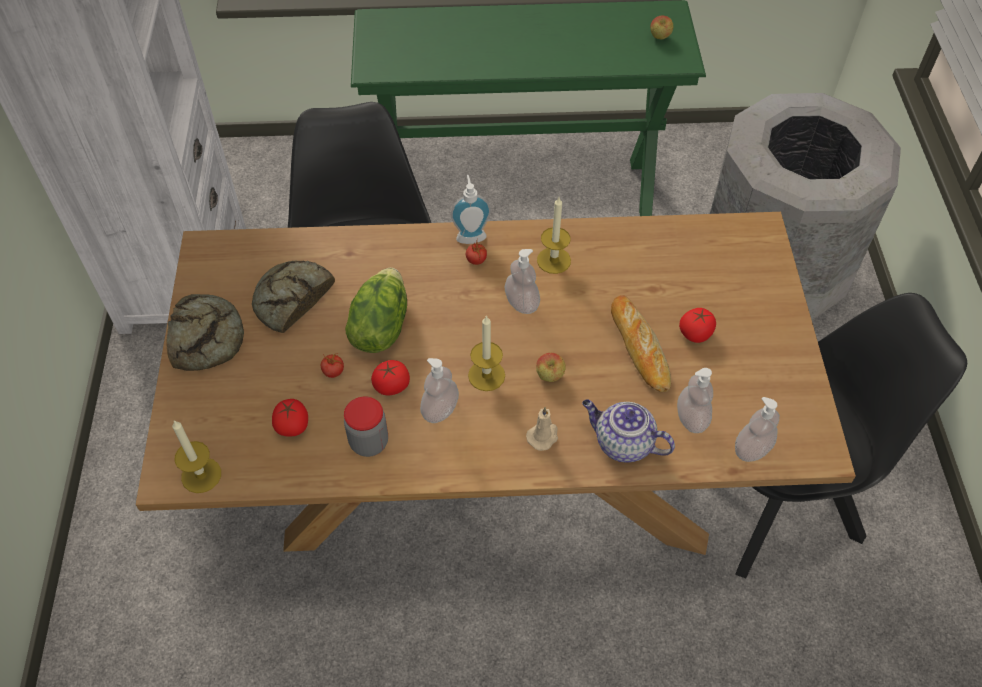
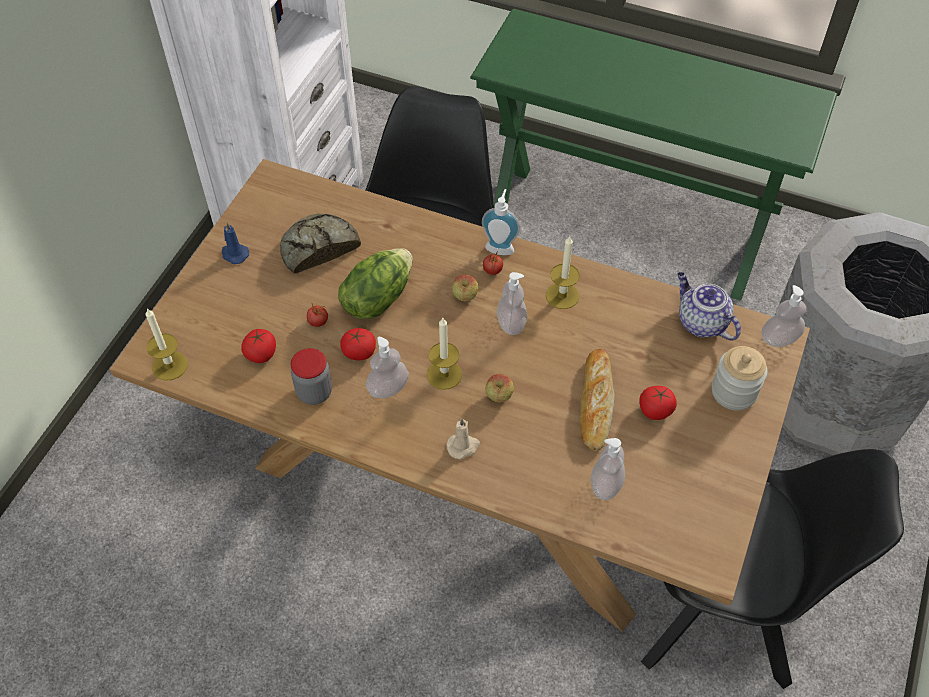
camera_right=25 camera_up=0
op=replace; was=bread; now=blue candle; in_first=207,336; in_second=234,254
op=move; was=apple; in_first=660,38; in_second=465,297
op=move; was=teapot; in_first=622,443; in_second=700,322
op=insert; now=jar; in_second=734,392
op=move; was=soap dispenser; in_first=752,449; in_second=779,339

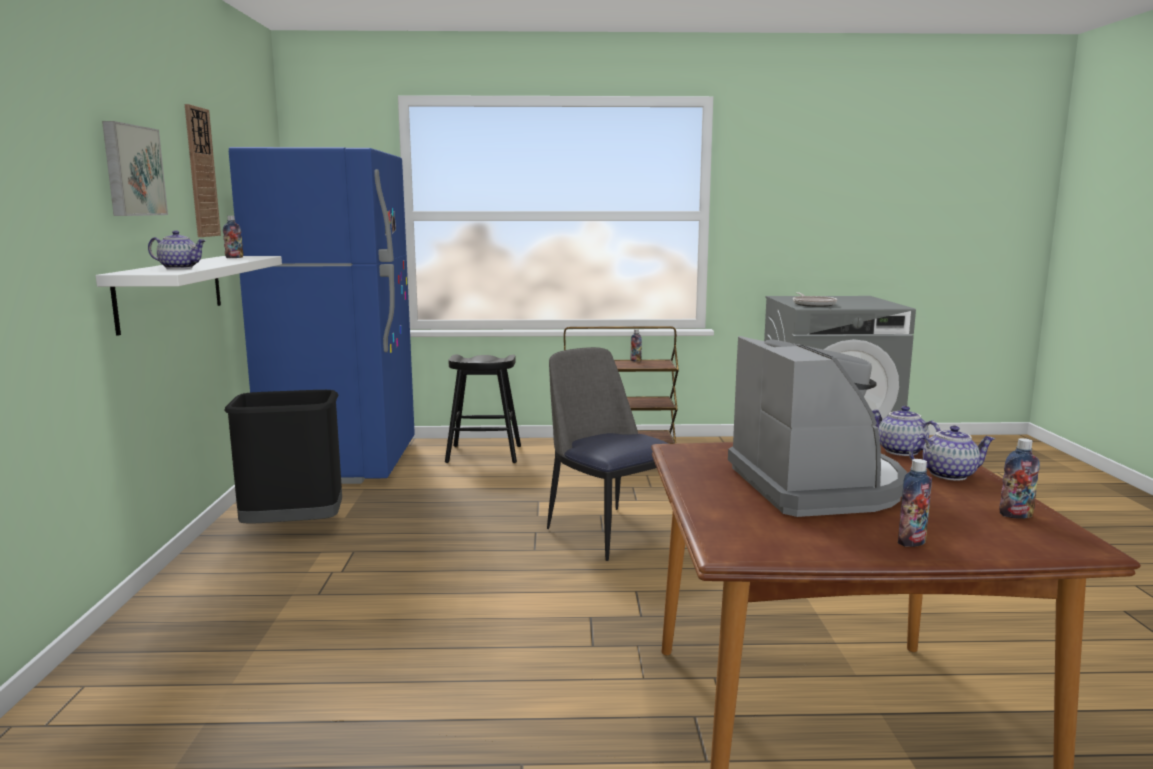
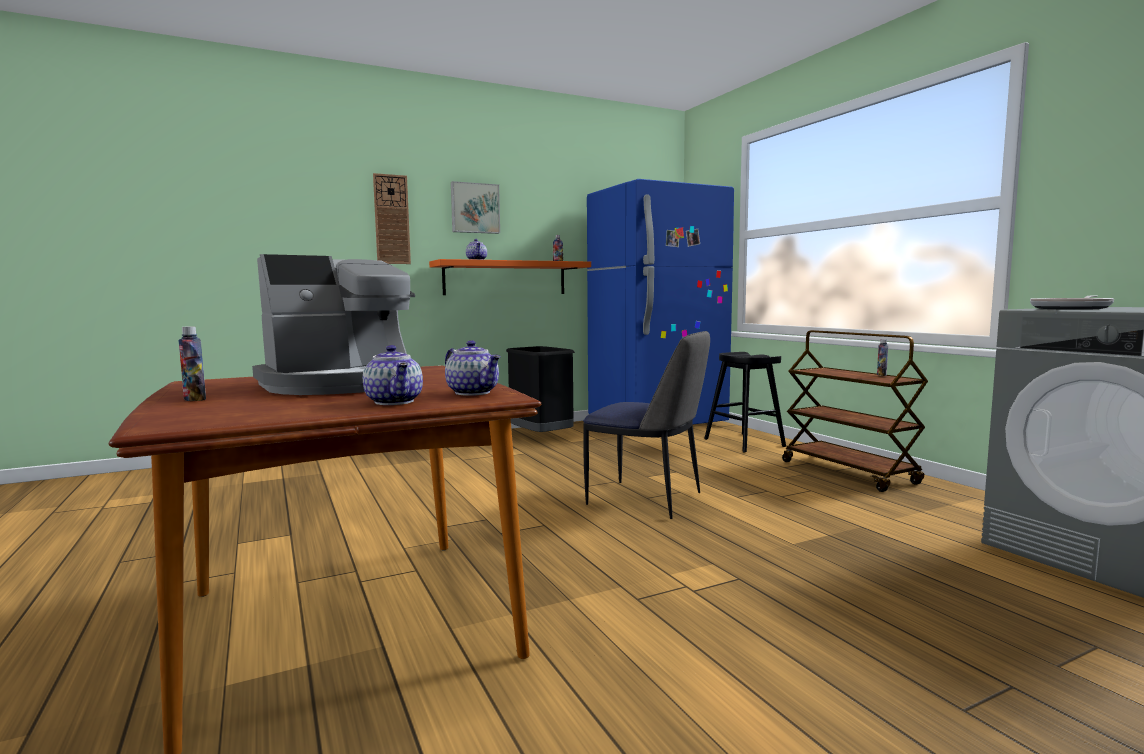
camera_right=65 camera_up=-5
op=move; was=wall clock; in_first=201,172; in_second=391,219
op=recolor; was=white shelf; now=orange shelf; in_first=171,291; in_second=505,278
op=rotate; was=teapot; in_first=900,451; in_second=474,392; clockwise=105
op=rotate; was=chair; in_first=608,532; in_second=647,499; clockwise=90
op=delete; was=bottle; in_first=1015,515

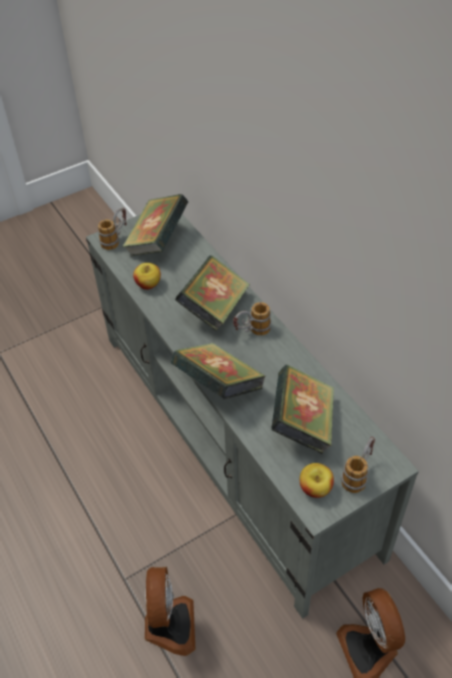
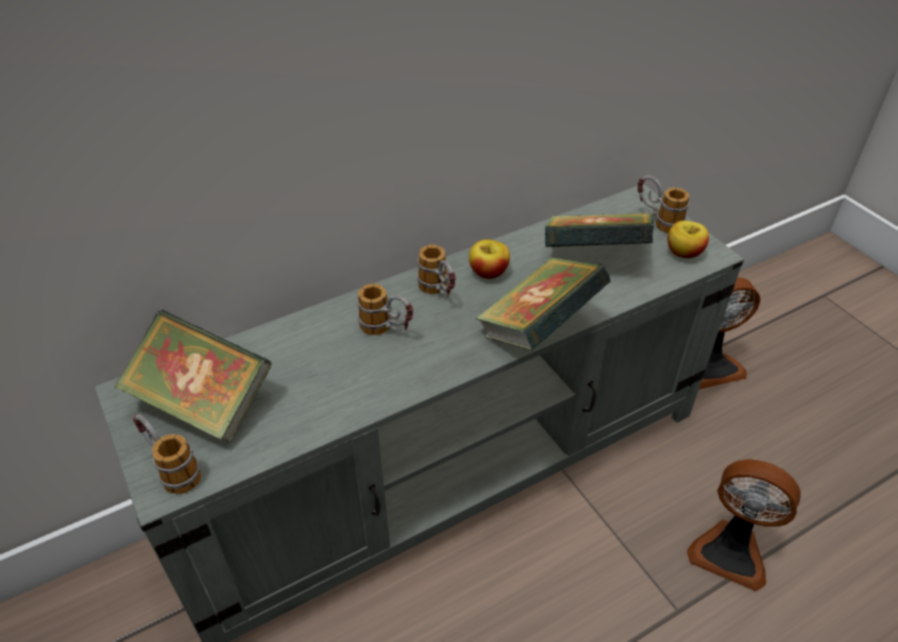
camera_right=-90 camera_up=-5
op=replace; was=book; now=mug; in_first=214,309; in_second=387,330
op=move; was=apple; in_first=148,284; in_second=488,272
op=rotate; was=fan; in_first=169,626; in_second=730,551; clockwise=-150

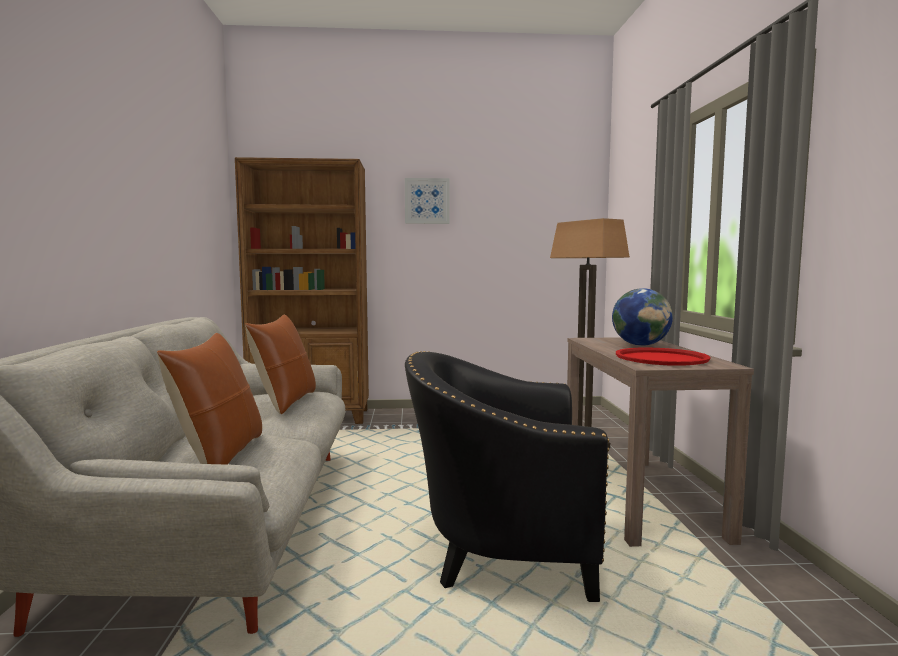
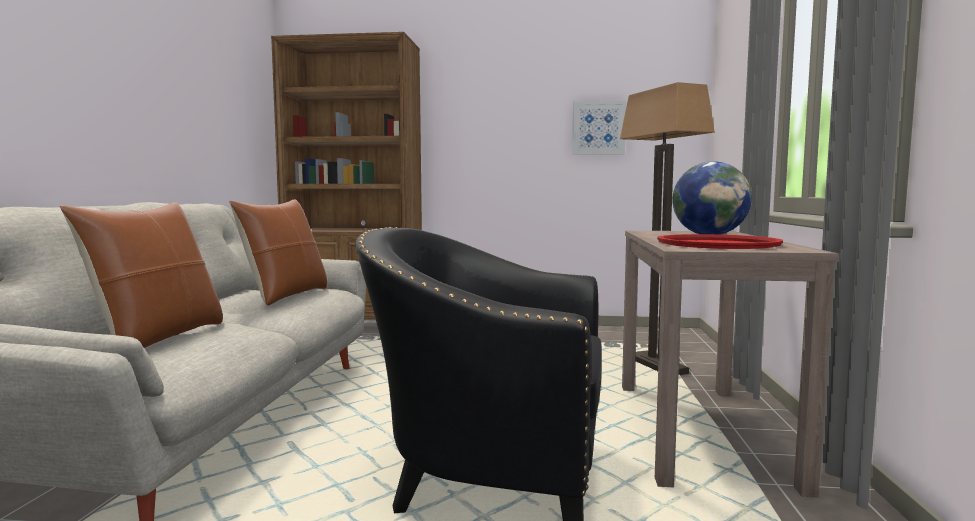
camera_right=10 camera_up=0
op=move; was=picture; in_first=427,201; in_second=598,128

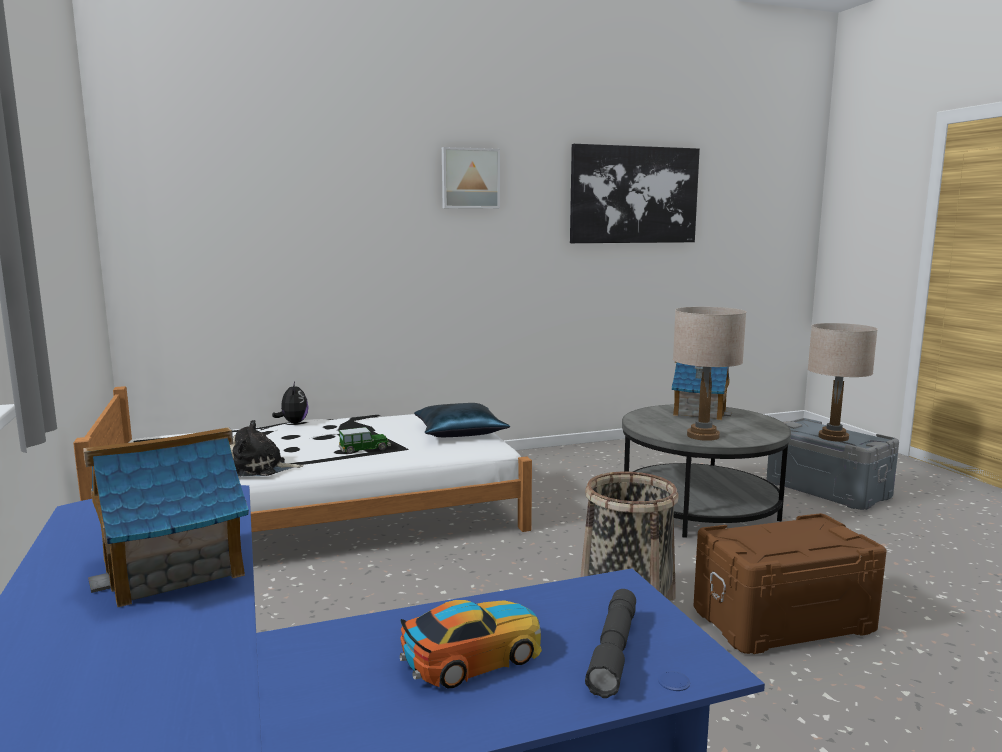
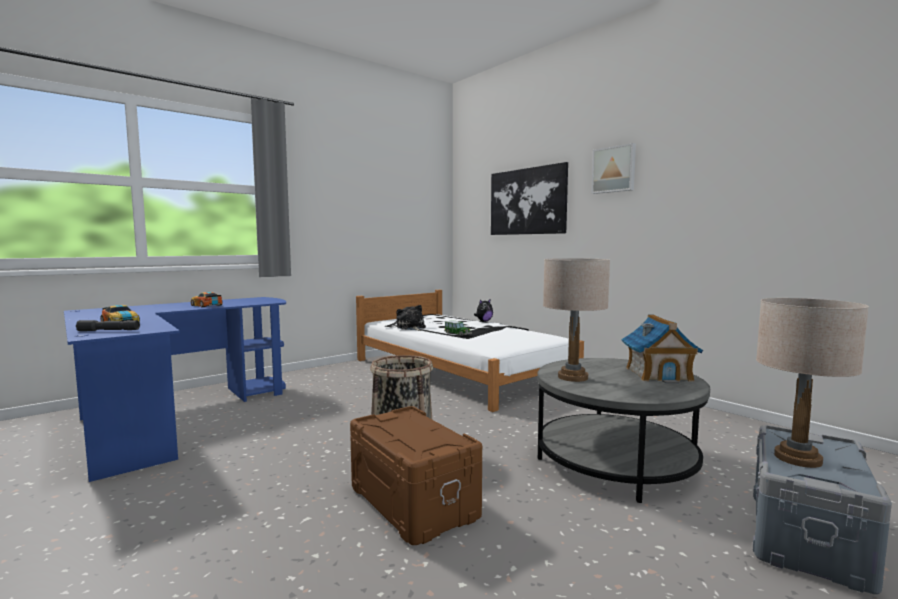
camera_right=70 camera_up=-5
op=replace; was=toy house; now=toy car; in_first=174,567; in_second=206,305
op=move; was=picture; in_first=634,195; in_second=527,201
op=delete; was=blue pillow; in_first=460,432

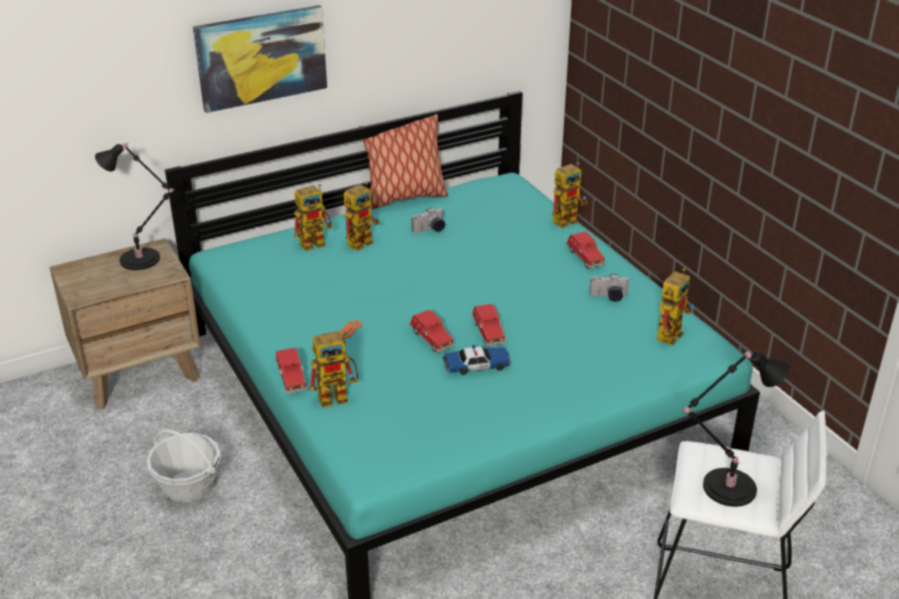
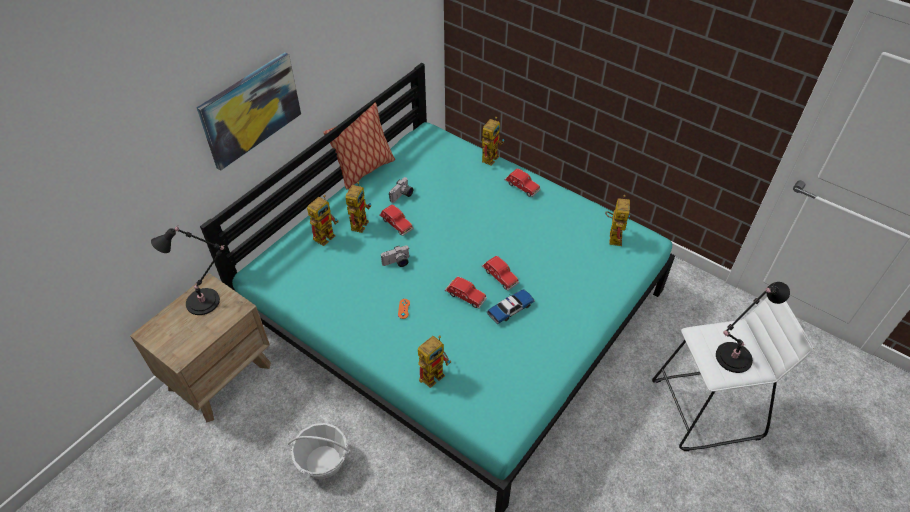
camera_right=-25 camera_up=15
op=move; was=red toy car; in_first=291,378; in_second=396,224
op=move; was=photo camera; in_first=608,297; in_second=397,263

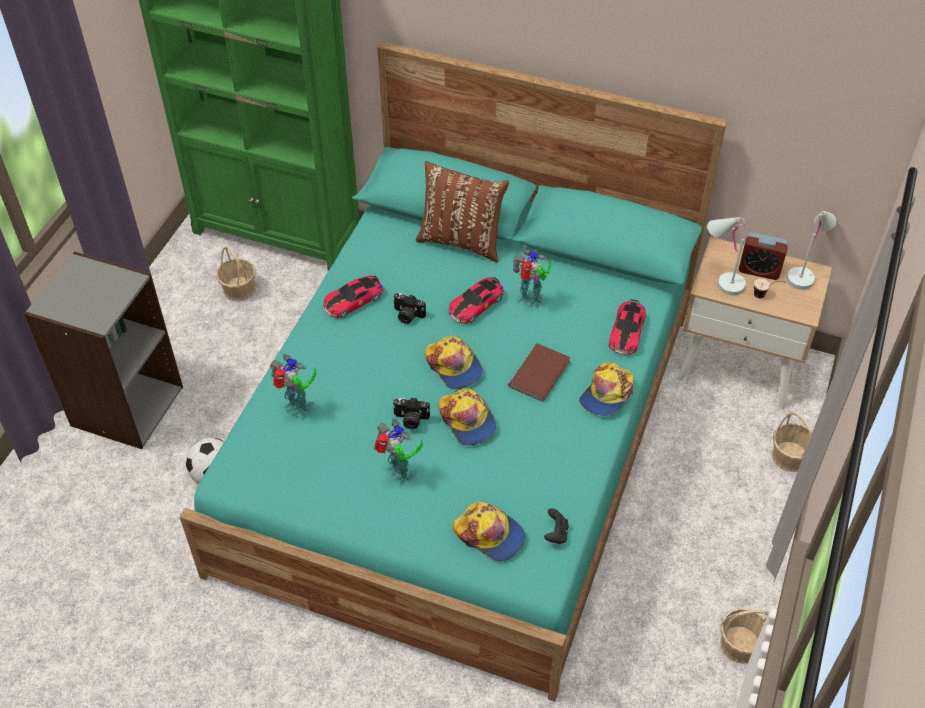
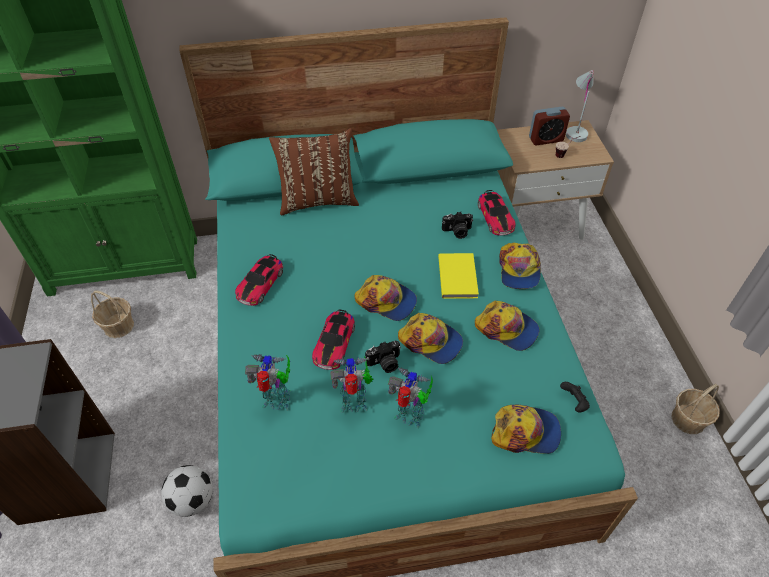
camera_right=-30 camera_up=0
op=move; was=toy car; in_first=476,304; in_second=334,343
op=move; was=toy robot; in_first=530,302; in_second=355,405
op=recolor; was=brown book; now=yellow book; in_first=541,374; in_second=459,276
op=move; was=photo camera; in_first=407,315; in_second=457,232
op=insert; now=cap; in_second=507,329
op=delete; was=white table lamp; in_first=721,278
op=delete; was=basket; in_first=789,457

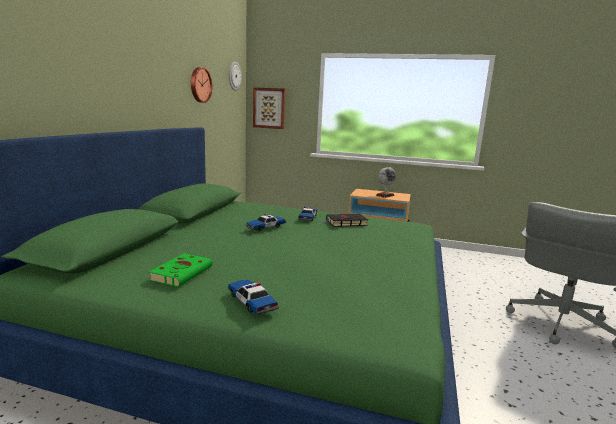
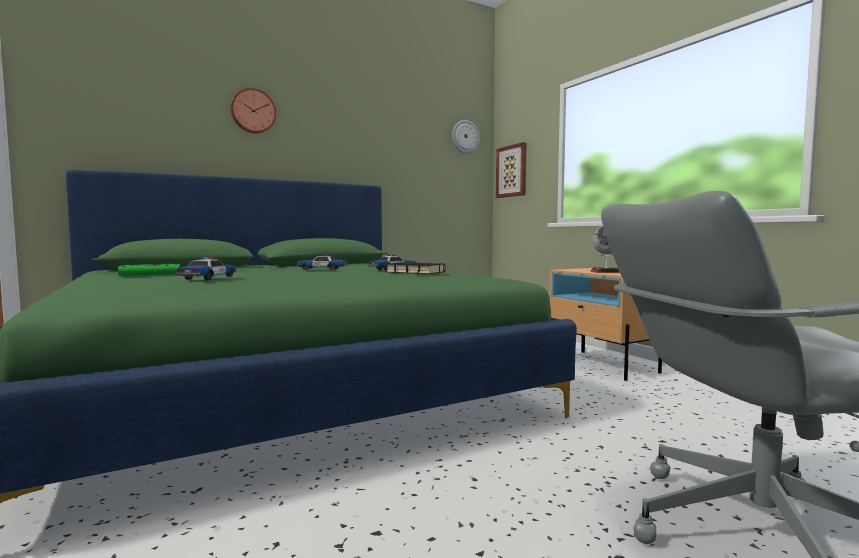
camera_right=45 camera_up=-10
op=move; was=toy car; in_first=251,302; in_second=208,278
op=move; was=wall clock; in_first=200,85; in_second=253,111

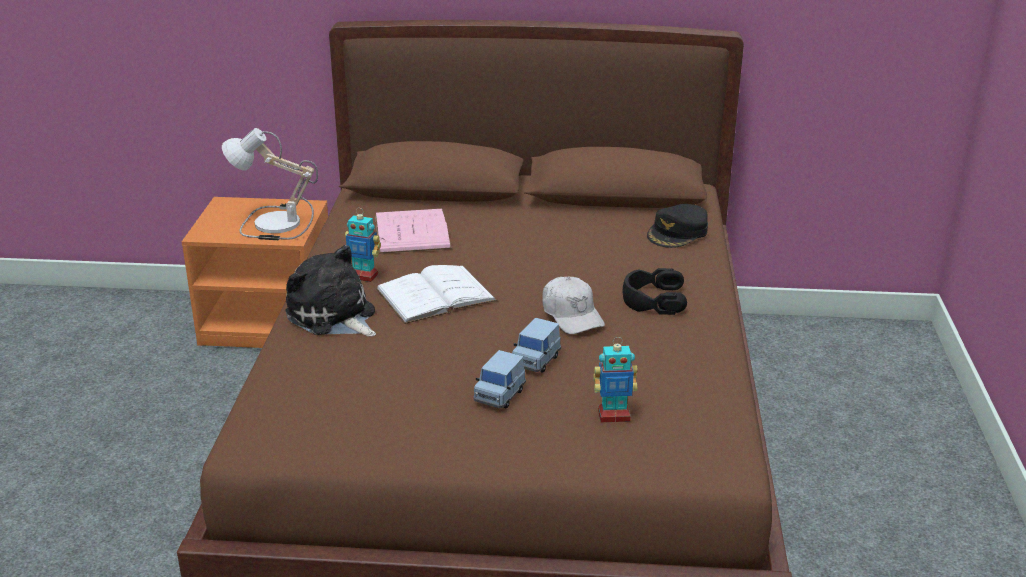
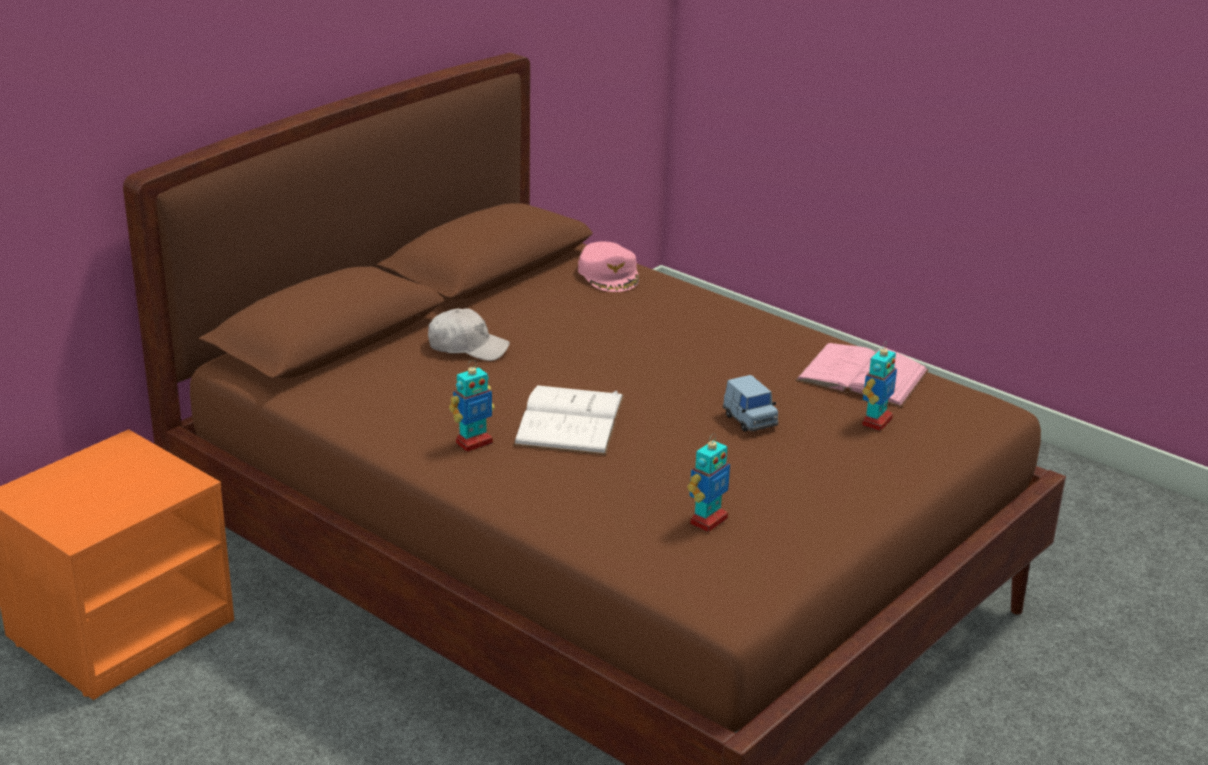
camera_right=-55 camera_up=0
op=move; was=white cap; in_first=572,315; in_second=467,347
op=recolor; was=black cap; now=pink cap; in_first=678,233; in_second=609,274
op=insert; now=toy robot; in_second=708,521
op=move; was=pink book; in_first=412,231; in_second=862,375
op=delete; was=table lamp; in_first=273,225
op=delete; was=plush toy; in_first=333,316
op=delete; was=blue toy car; in_first=499,395
op=delete; was=black headphones; in_first=653,300

